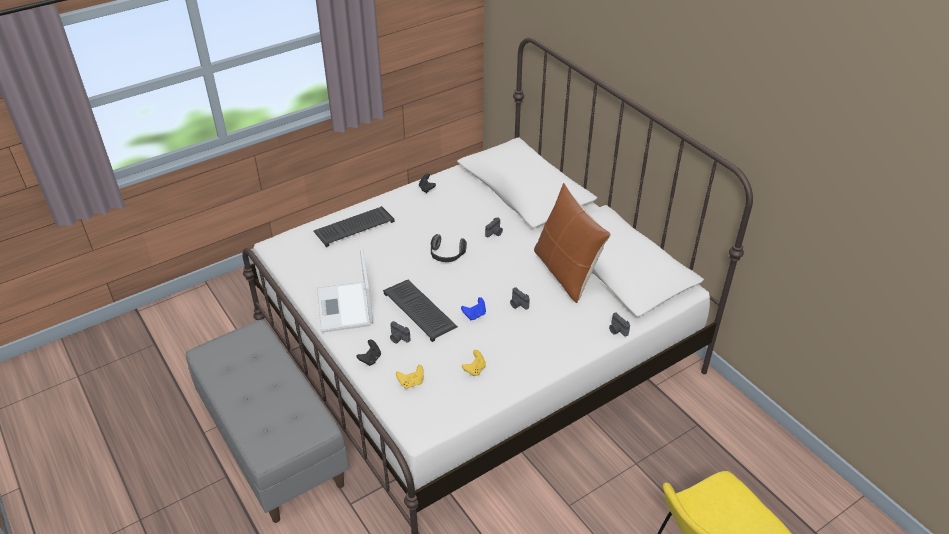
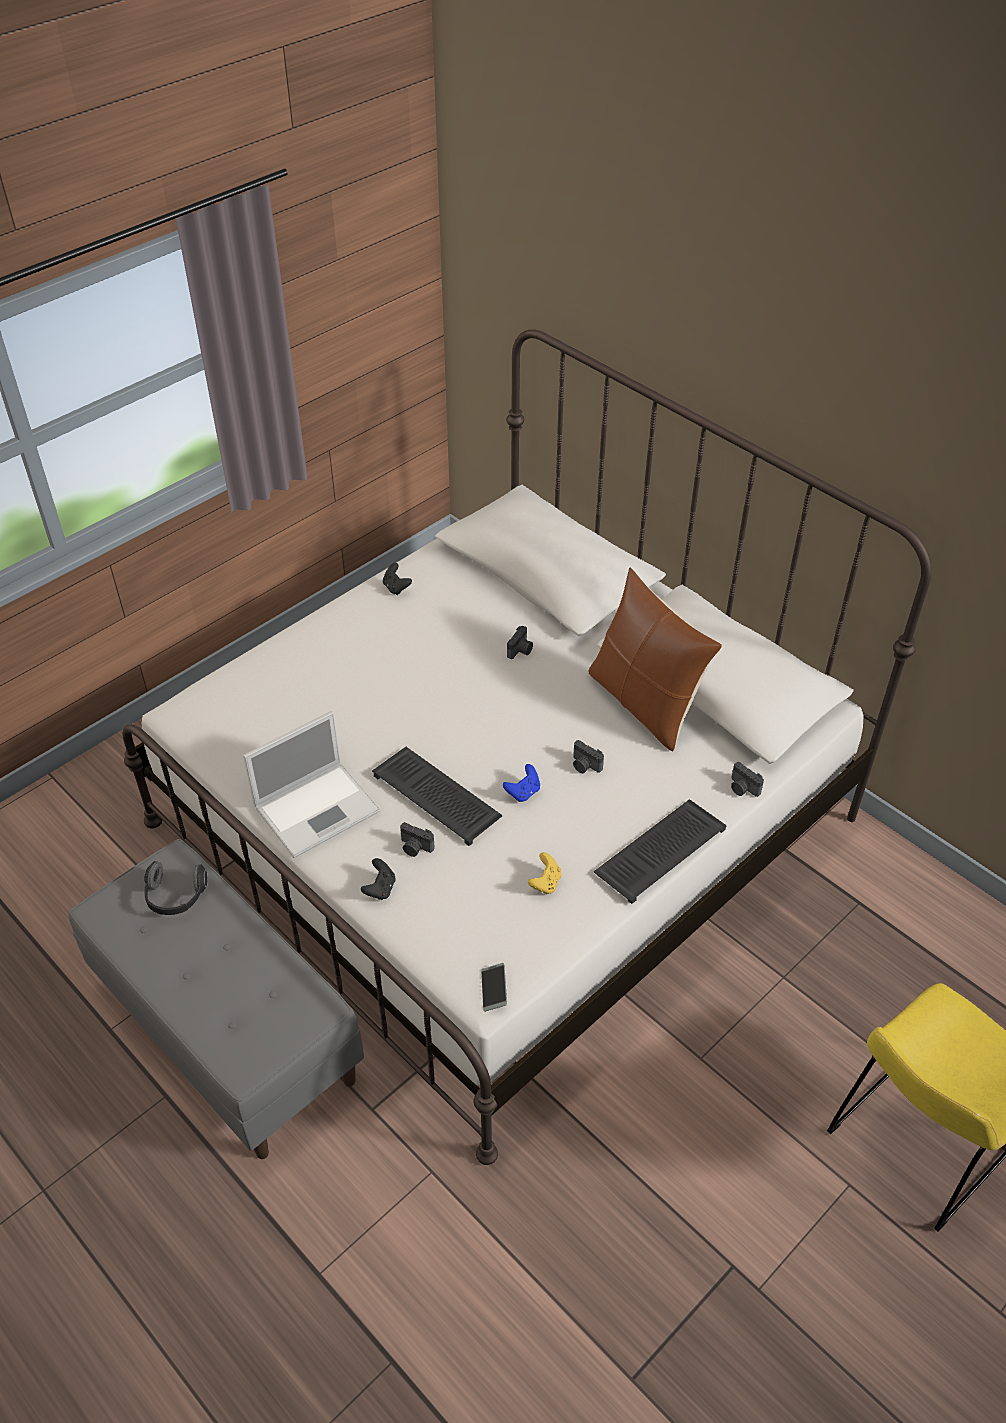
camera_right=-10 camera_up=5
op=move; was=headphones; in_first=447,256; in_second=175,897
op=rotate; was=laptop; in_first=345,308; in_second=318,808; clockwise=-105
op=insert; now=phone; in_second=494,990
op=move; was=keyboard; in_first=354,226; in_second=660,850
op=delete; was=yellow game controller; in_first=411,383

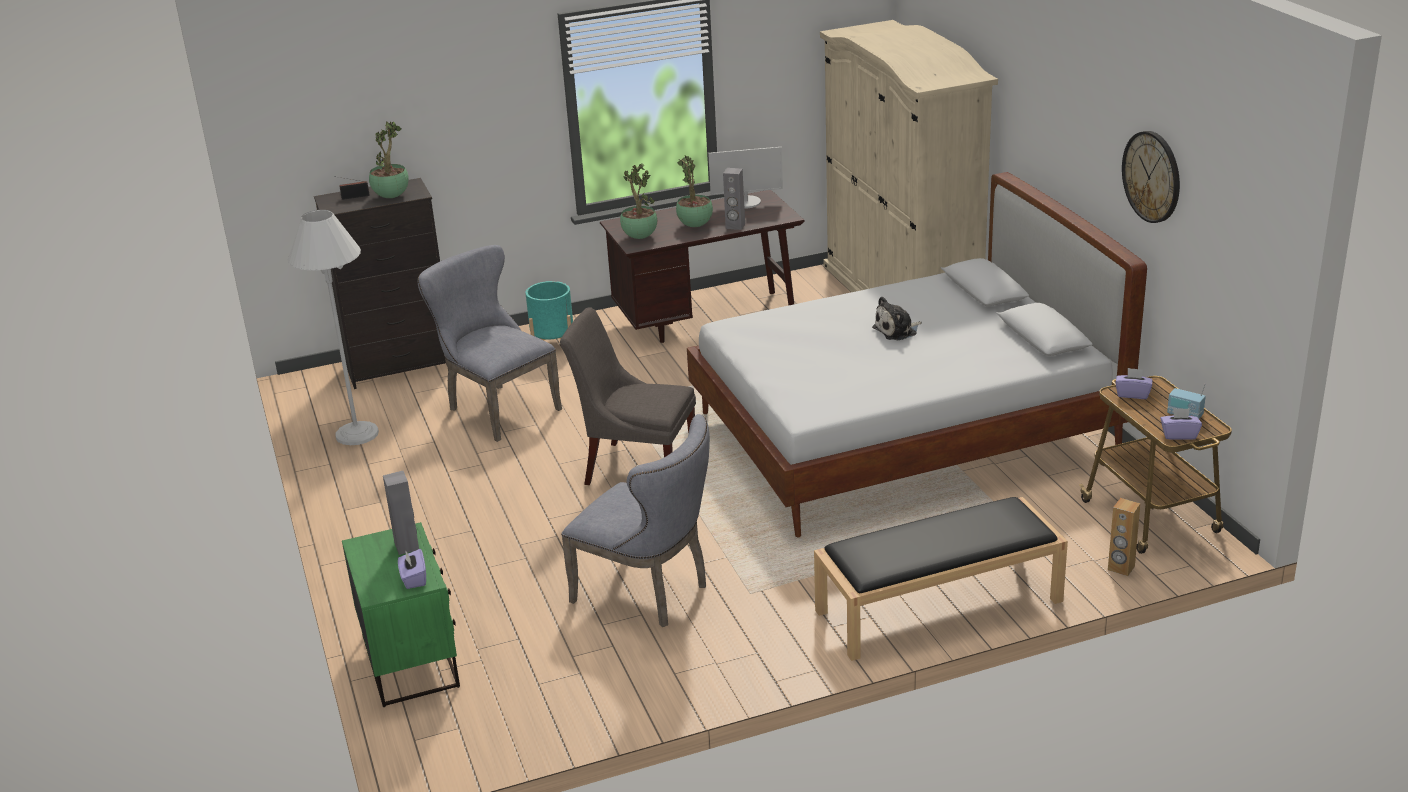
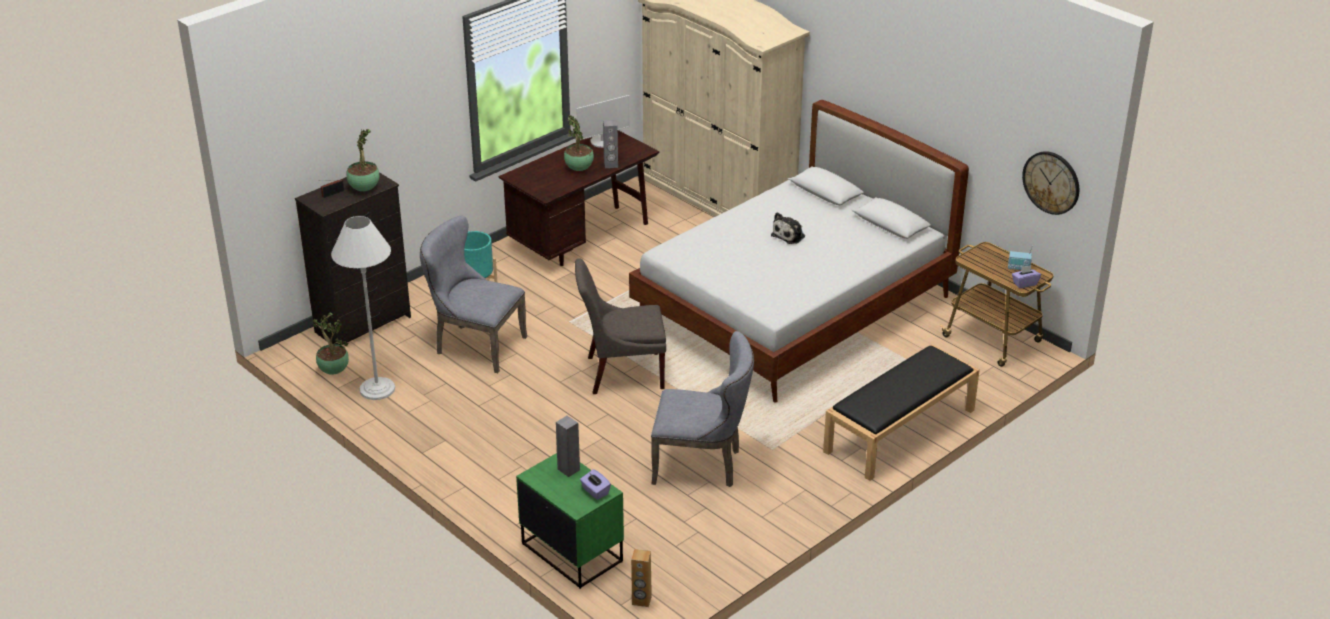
camera_right=-25 camera_up=5
op=move; was=potted plant; in_first=639,237; in_second=333,371
op=move; was=brown speaker; in_first=1121,568; in_second=641,600
op=move; was=wall clock; in_first=1152,176; in_second=1051,182
op=delete; was=purple tissue box; in_first=1132,394

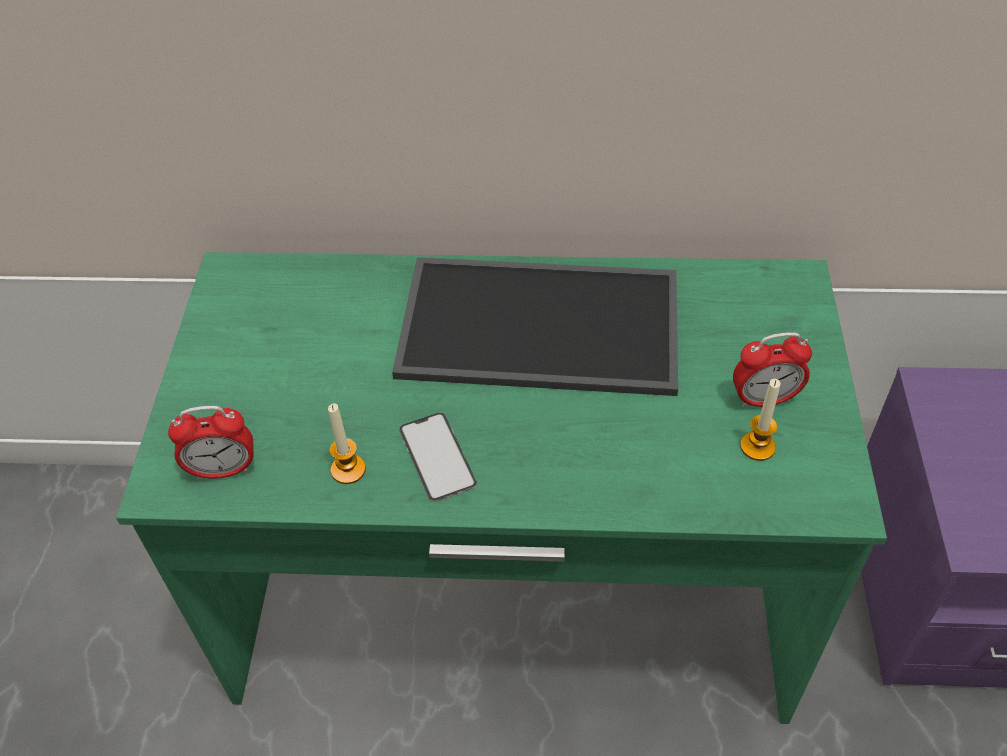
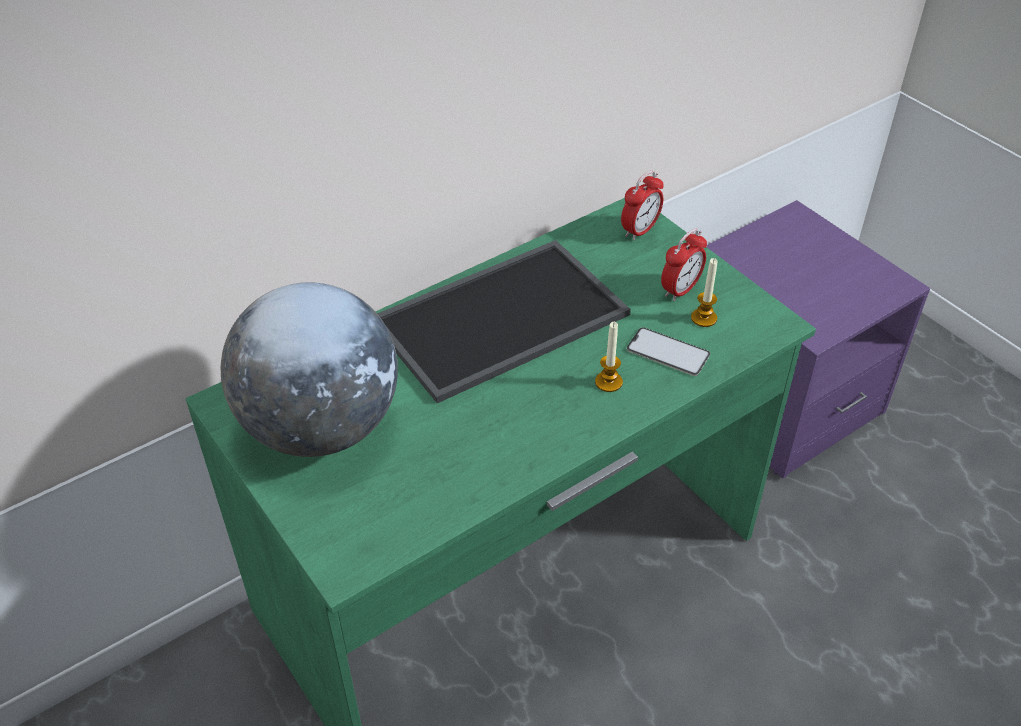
camera_right=-40 camera_up=-5
op=insert; now=globe; in_second=321,427
op=move; was=candle; in_first=348,470; in_second=608,382
op=move; was=alarm clock; in_first=223,470; in_second=640,230
op=move; was=phone; in_first=437,457; in_second=668,352

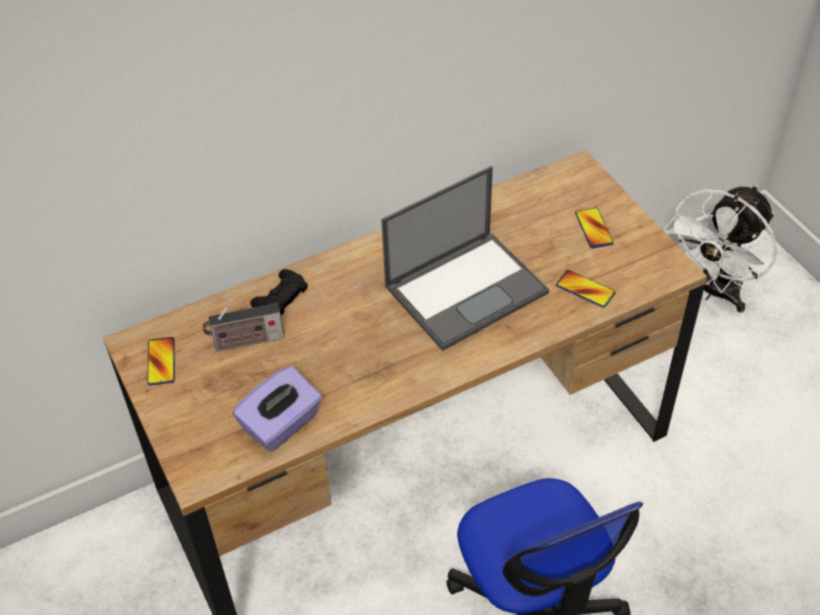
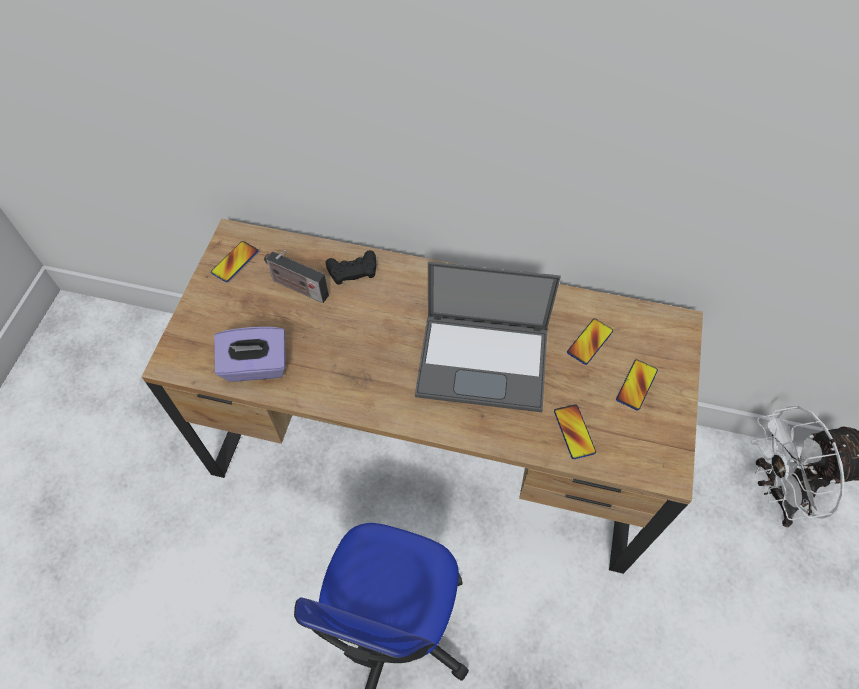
camera_right=40 camera_up=10
op=insert; now=phone; in_second=590,342

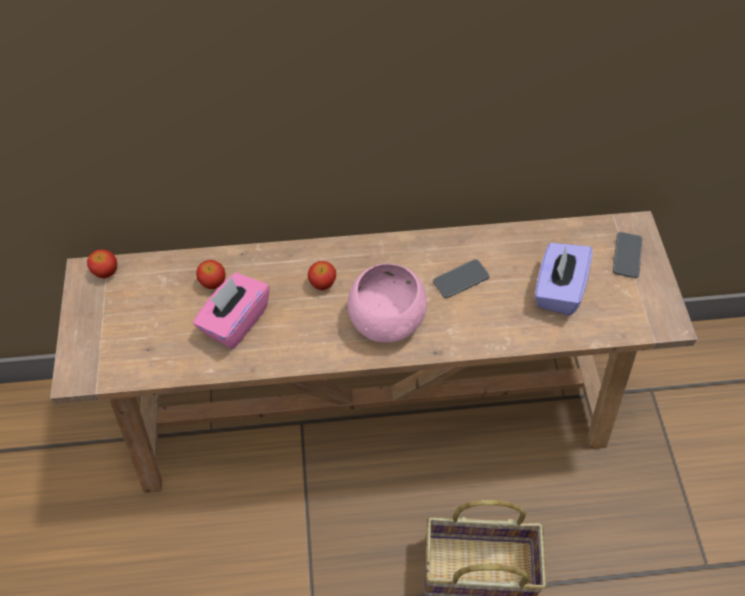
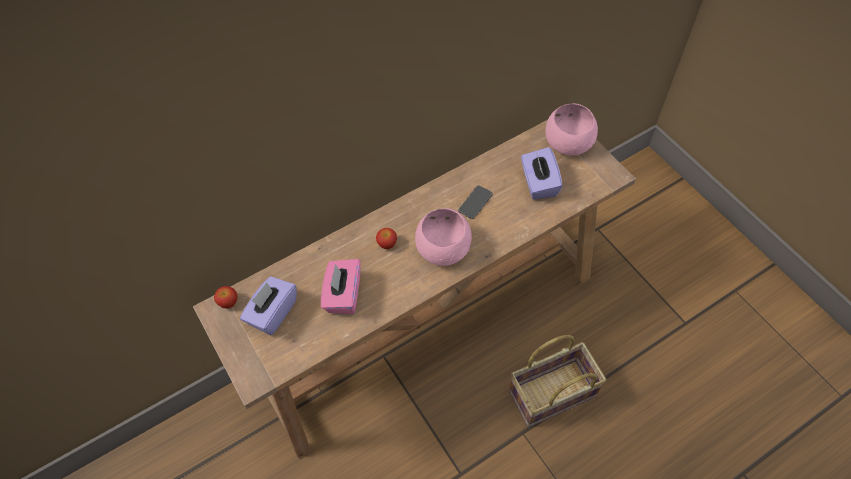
camera_right=-25 camera_up=0
op=insert; now=purple tissue box; in_second=272,313
op=replace; was=phone; now=pink bowl; in_first=627,255; in_second=567,144
op=delete; was=apple; in_first=213,282

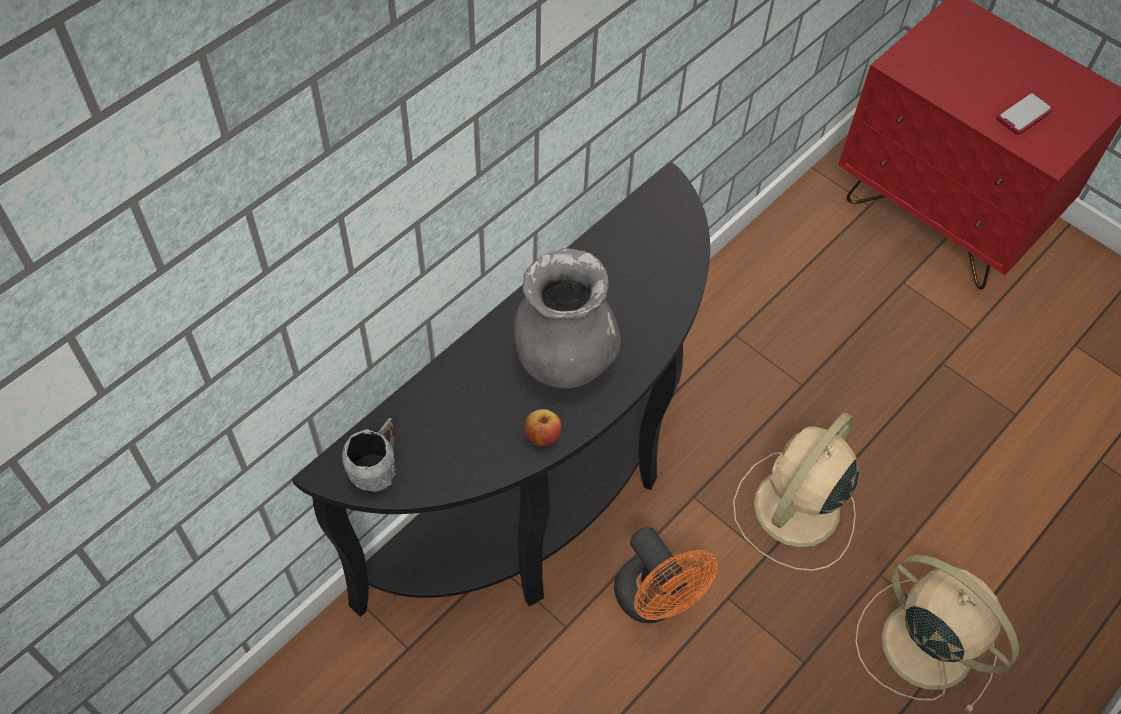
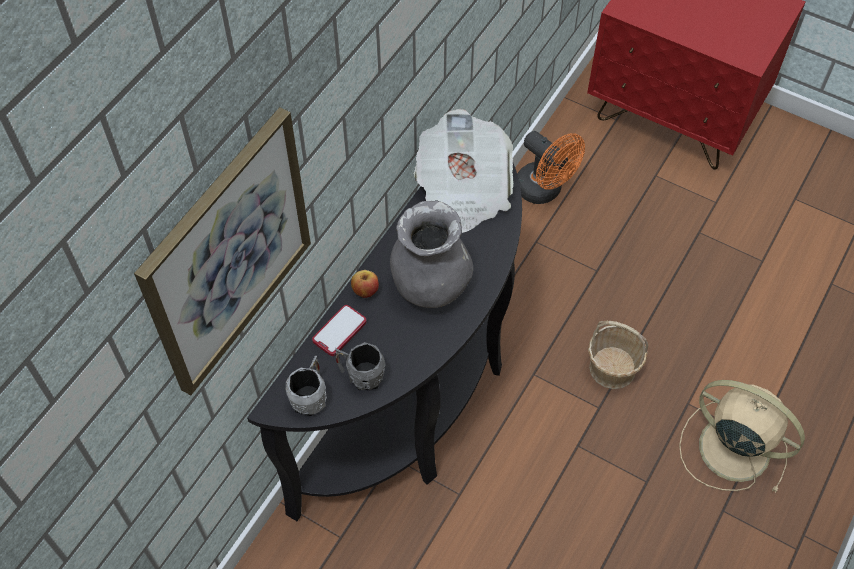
camera_right=-10 camera_up=0
op=insert; now=picture; in_second=228,253
op=move; was=phone; in_first=1023,115; in_second=339,331
op=insert; now=grey mug; in_second=361,376
op=move; was=apple; in_first=542,436; in_second=365,290
op=insert; now=newspaper; in_second=464,190
op=move; was=orange fan; in_first=655,601; in_second=544,191
op=replace; was=beige fan; now=basket; in_first=794,510; in_second=612,368

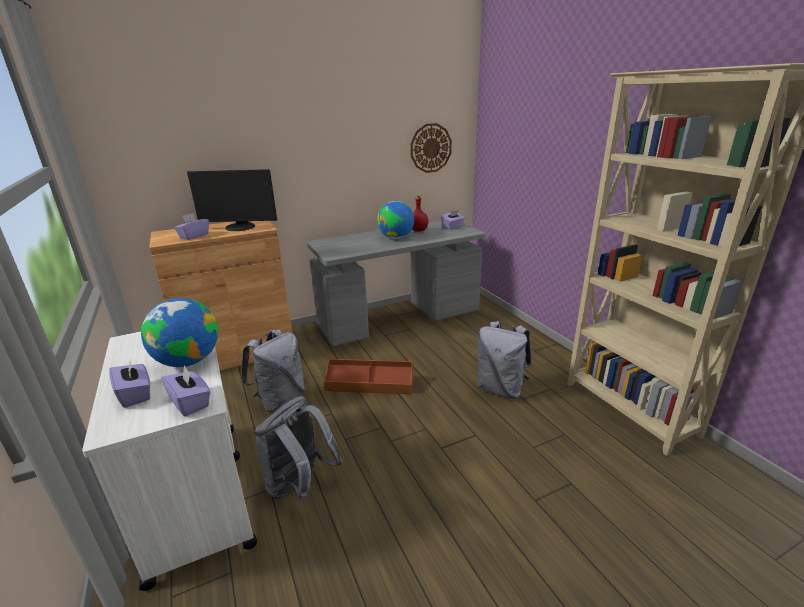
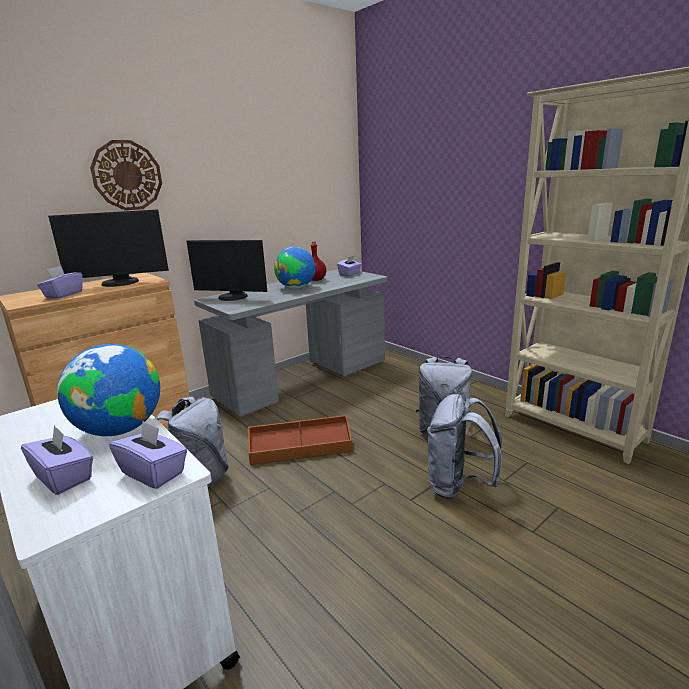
camera_right=-15 camera_up=-5
op=move; was=wall clock; in_first=430,148; in_second=127,175
op=insert; now=monitor; in_second=232,297
op=move; was=grey backpack; in_first=300,485; in_second=458,486

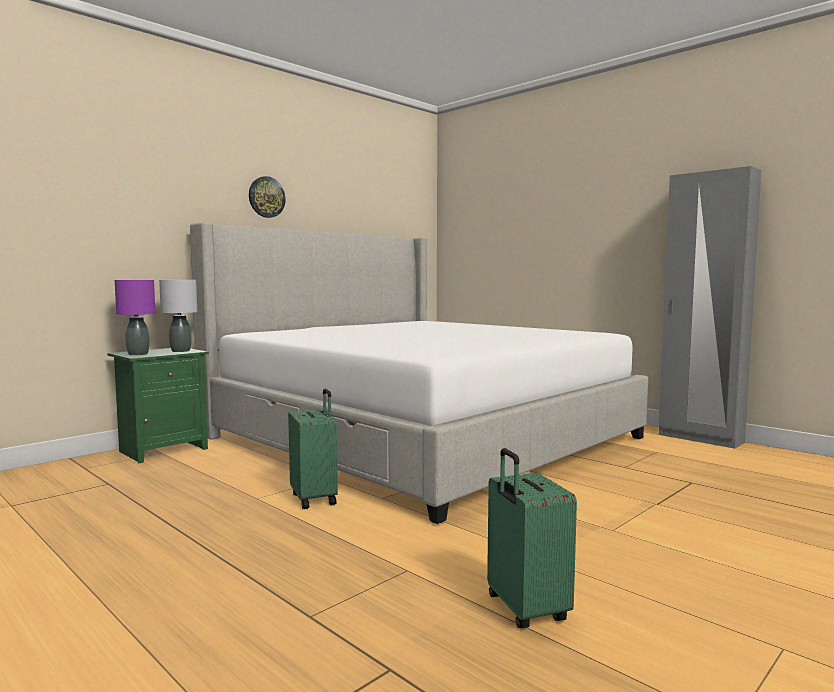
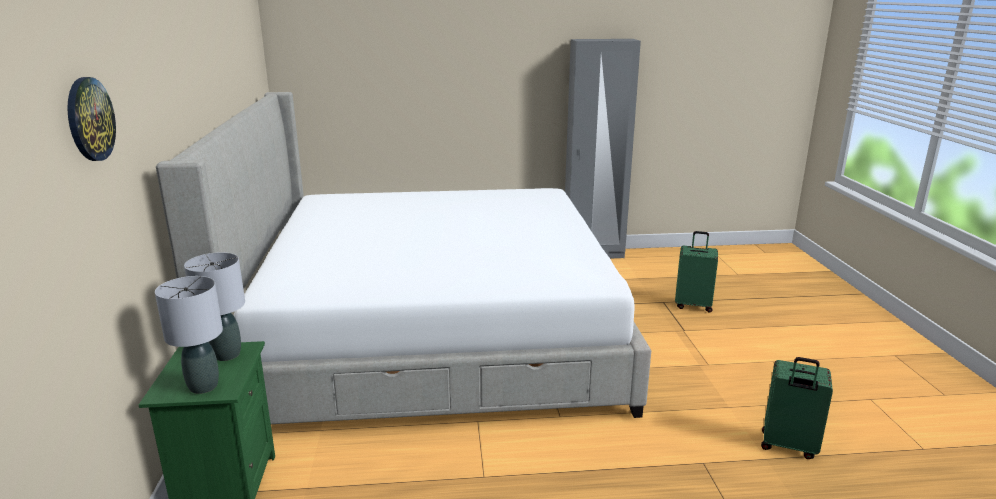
camera_right=-50 camera_up=15
op=move; was=wall clock; in_first=266,197; in_second=89,119
op=recolor; was=purple table lamp; now=grey table lamp; in_first=137,354; in_second=203,387
op=move; was=green suitcase; in_first=315,498; in_second=693,305

